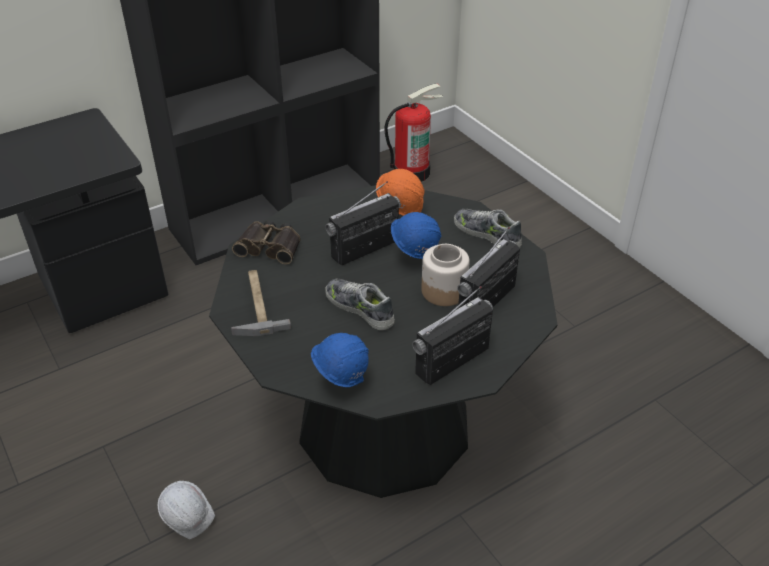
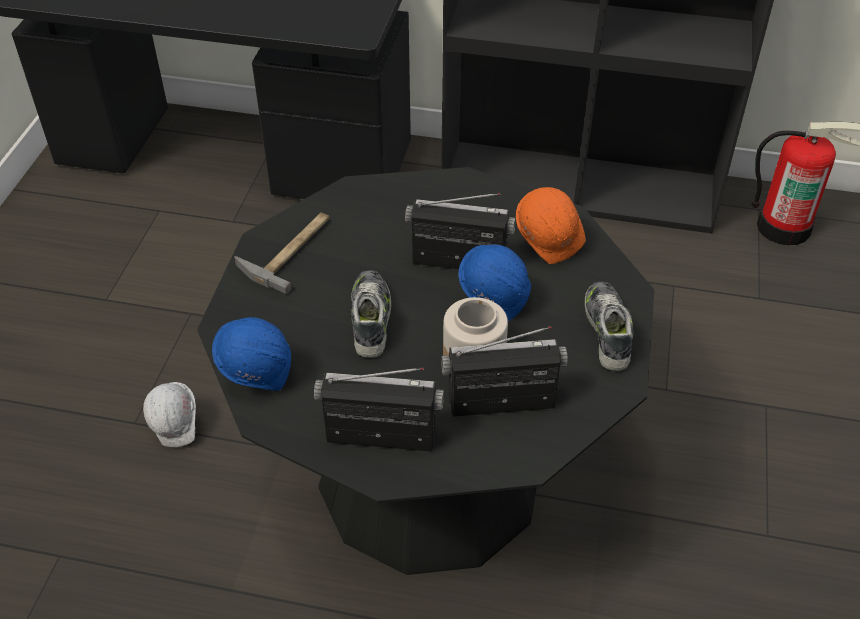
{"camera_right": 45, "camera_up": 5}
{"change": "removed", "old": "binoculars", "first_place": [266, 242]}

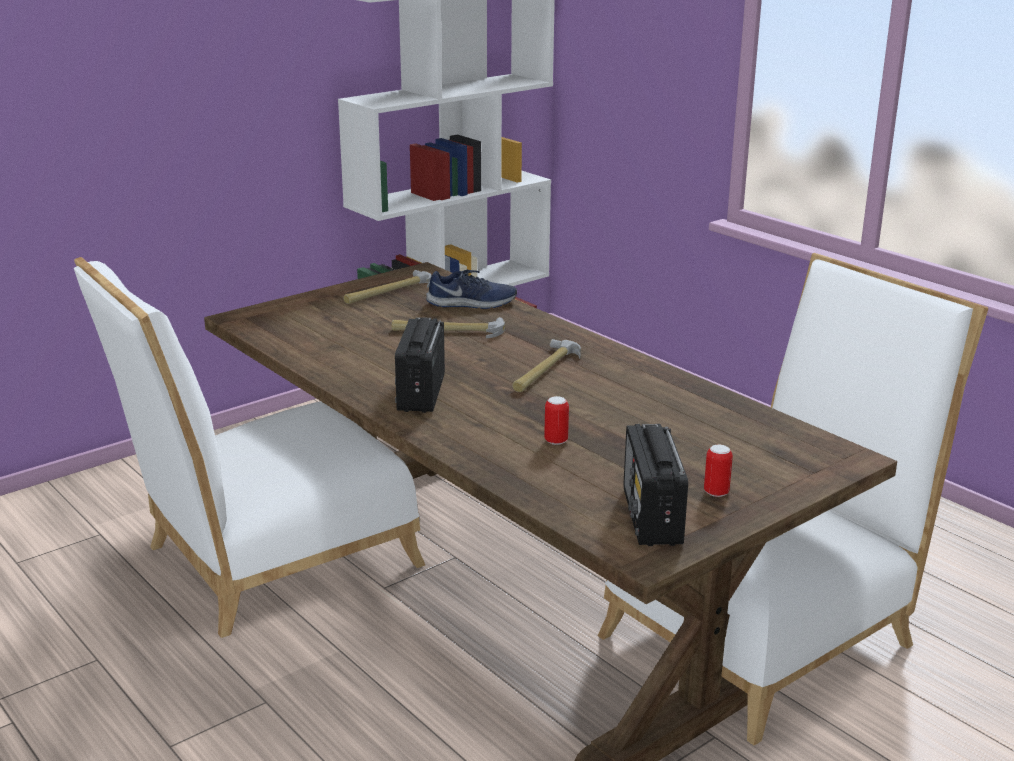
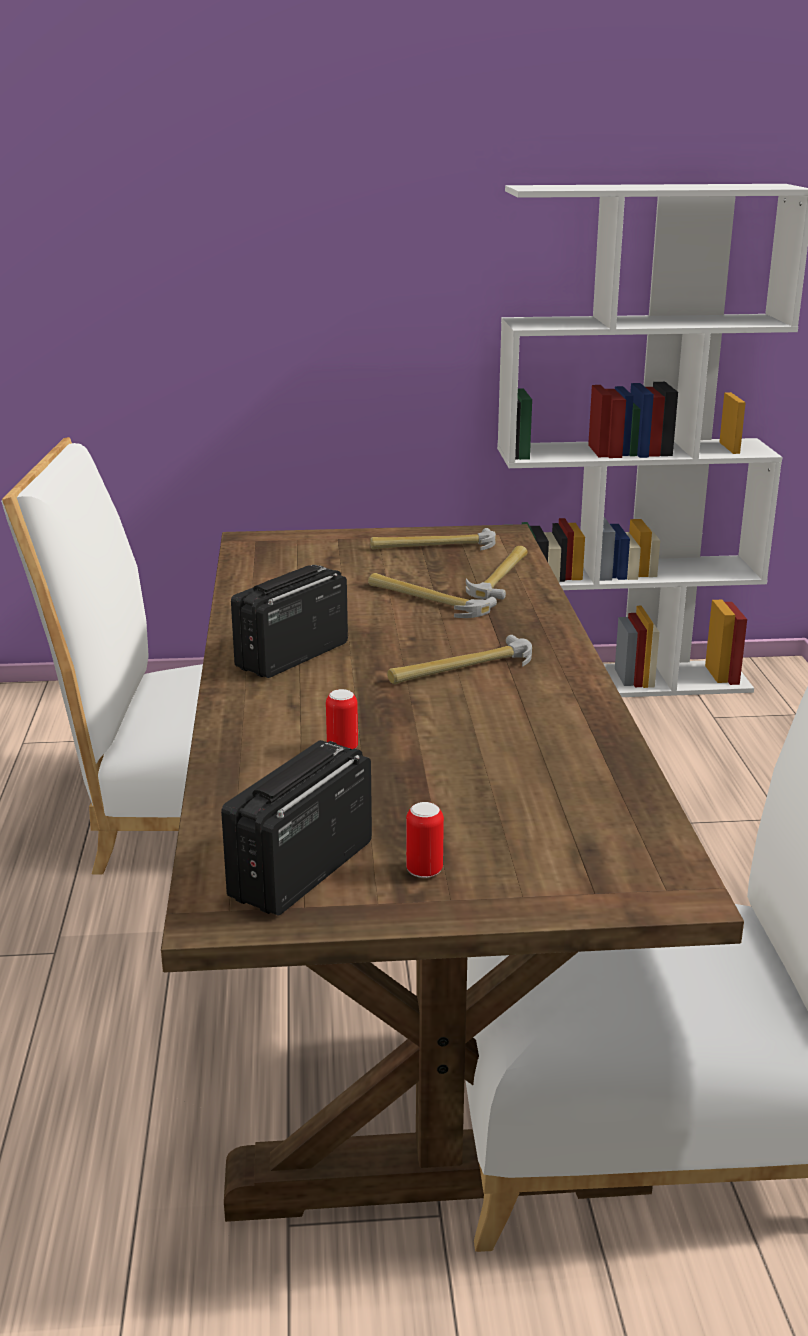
{"camera_right": 35, "camera_up": 0}
{"change": "replaced", "old": "low shoe/blue-coloured", "new": "tool hammer", "first_place": [472, 289], "second_place": [497, 573]}

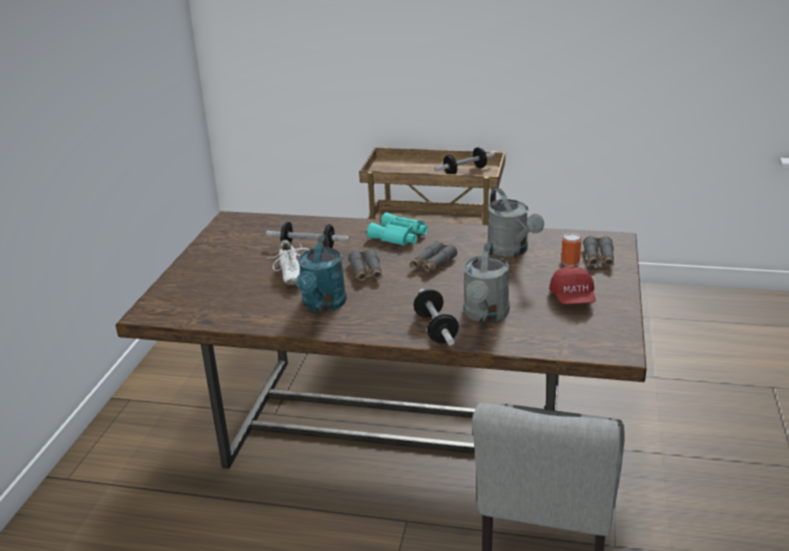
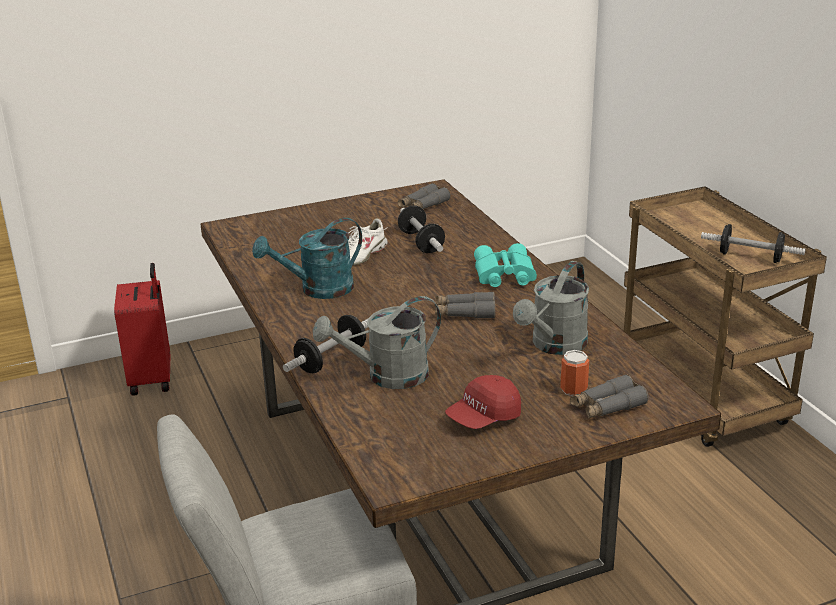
{"camera_right": 55, "camera_up": 0}
{"change": "moved", "old": "binoculars/grey", "first_place": [365, 265], "second_place": [424, 196]}
{"change": "added", "new": "travel case/reddish", "second_place": [142, 329]}

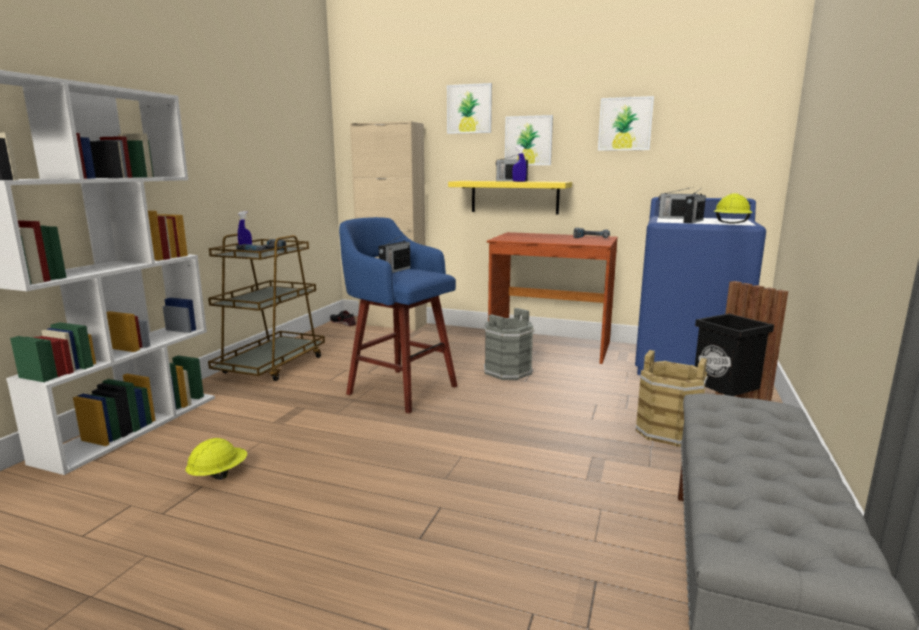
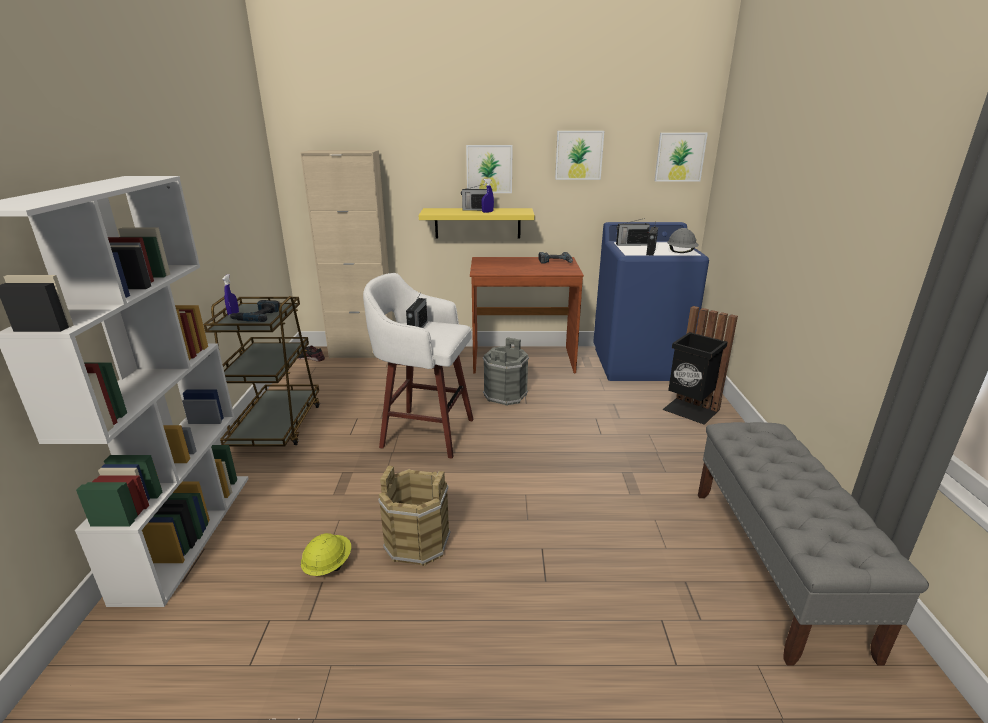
{"camera_right": -20, "camera_up": 10}
{"change": "moved", "old": "wall art", "first_place": [469, 108], "second_place": [681, 157]}
{"change": "recoloured", "old": "work helmet/yellowish", "new": "work helmet/grey", "first_place": [733, 208], "second_place": [683, 240]}
{"change": "recoloured", "old": "sitting stool/blue-coloured", "new": "sitting stool/white", "first_place": [398, 315], "second_place": [418, 366]}
{"change": "moved", "old": "pail/brown-coloured", "first_place": [672, 398], "second_place": [414, 516]}

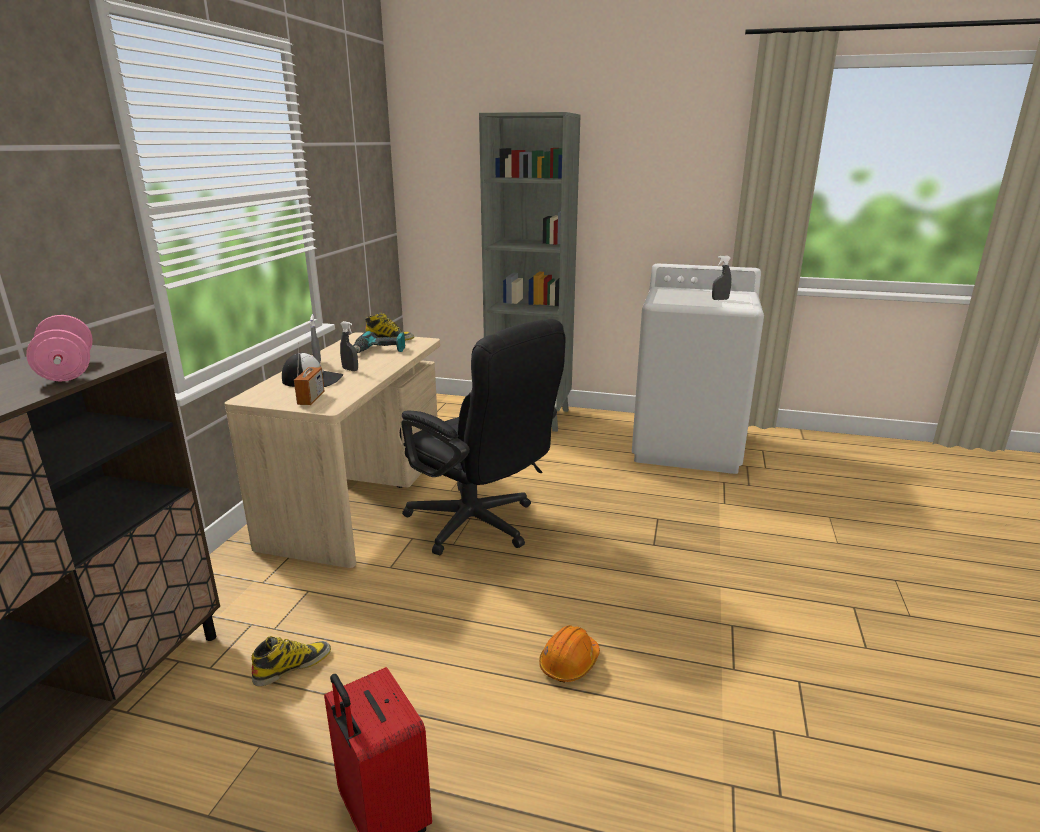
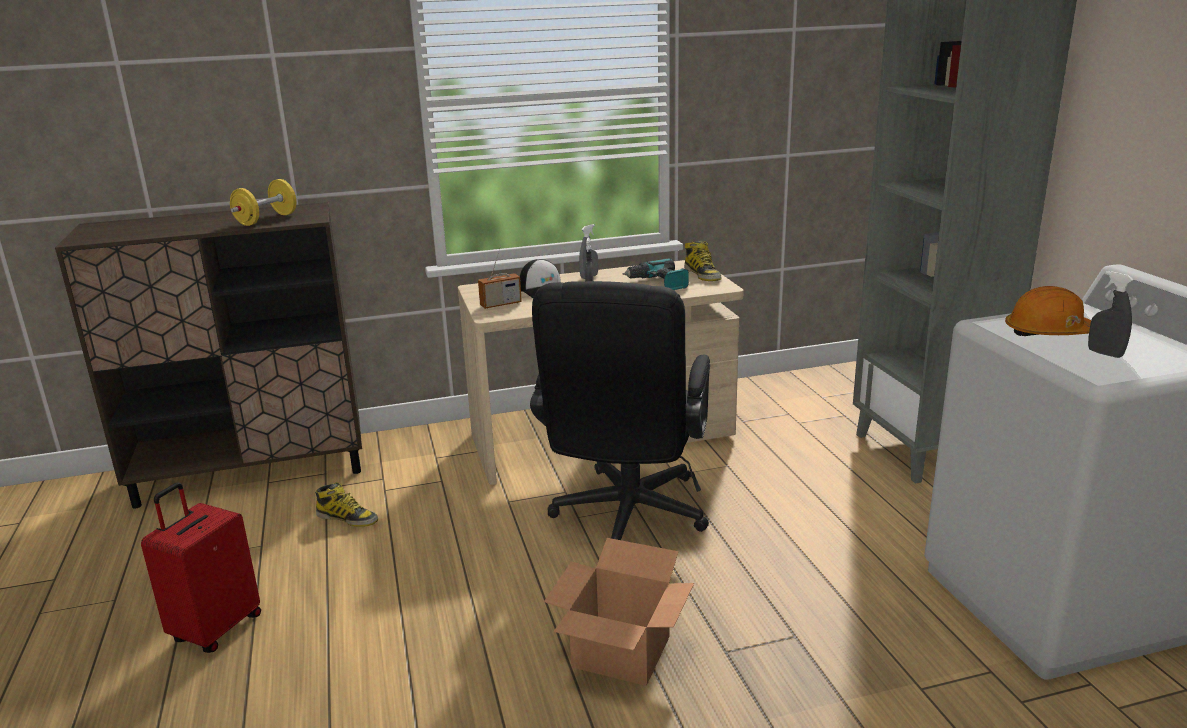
{"camera_right": 60, "camera_up": 0}
{"change": "recoloured", "old": "hand weight/pink-coloured", "new": "hand weight/yellowish", "first_place": [59, 348], "second_place": [263, 202]}
{"change": "moved", "old": "work helmet/orange", "first_place": [569, 654], "second_place": [1048, 311]}
{"change": "added", "new": "cardboard box", "second_place": [619, 612]}

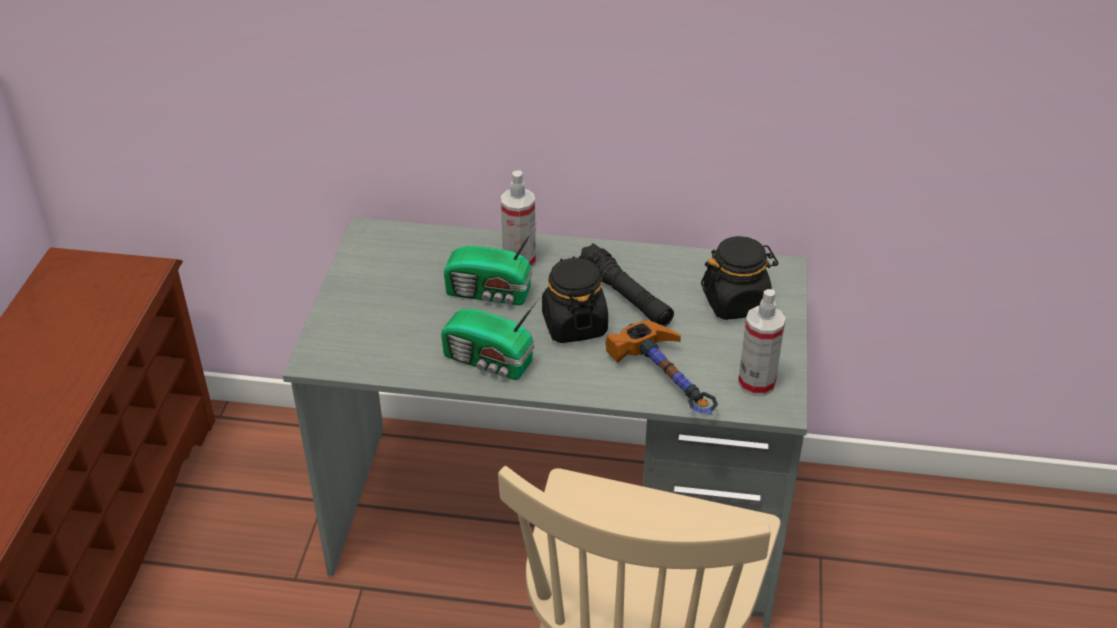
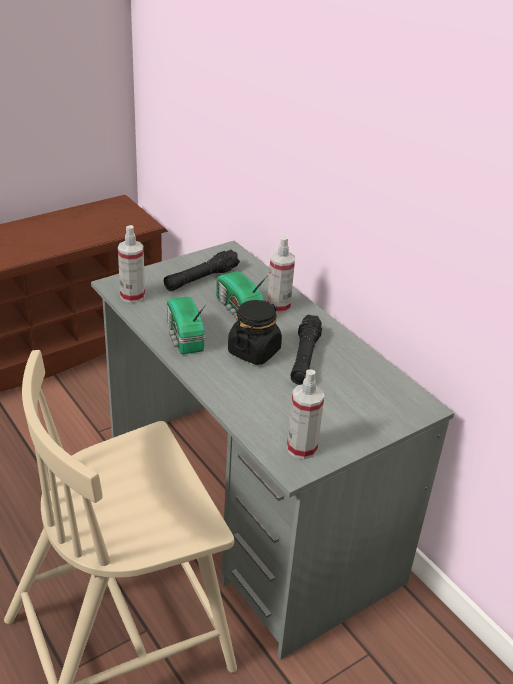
{"camera_right": 45, "camera_up": -5}
{"change": "removed", "old": "jar/blackish", "first_place": [740, 278]}
{"change": "removed", "old": "tool hammer", "first_place": [662, 368]}
{"change": "added", "new": "sprayer", "second_place": [131, 264]}
{"change": "added", "new": "torch/blackish", "second_place": [202, 270]}

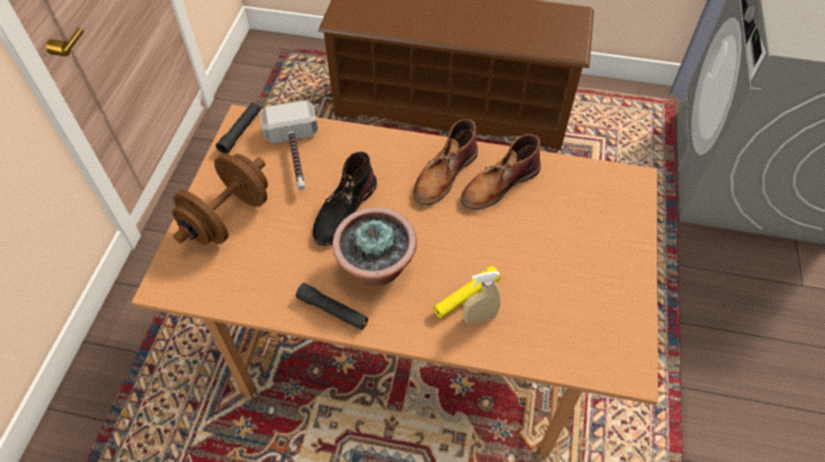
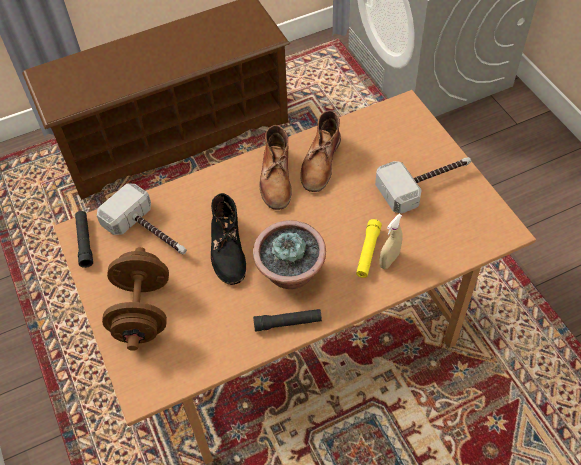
{"camera_right": -35, "camera_up": 0}
{"change": "added", "new": "tool hammer", "second_place": [423, 185]}

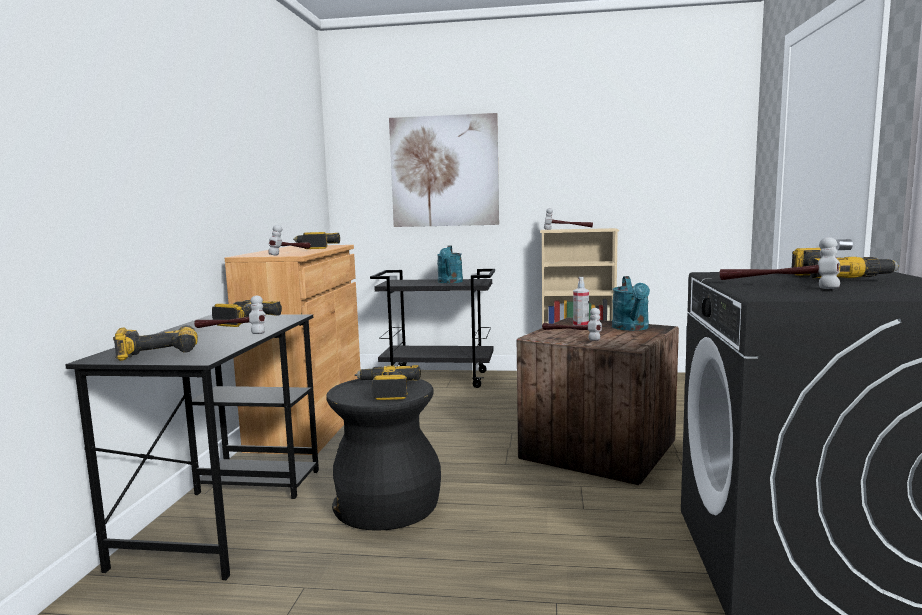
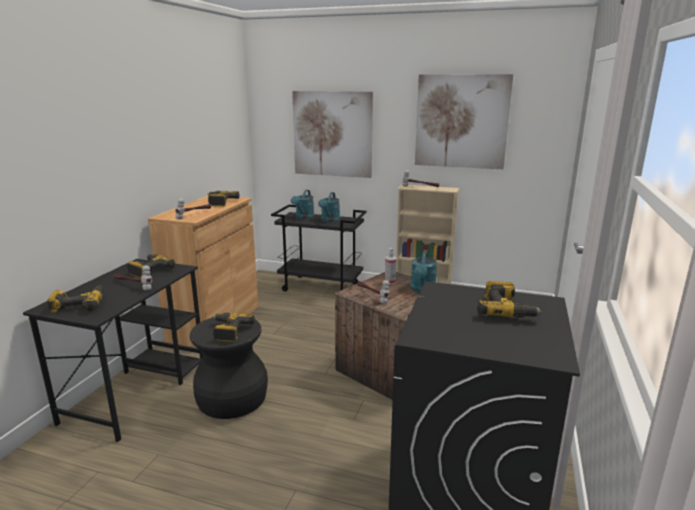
{"camera_right": 10, "camera_up": 10}
{"change": "removed", "old": "tool hammer", "first_place": [779, 263]}
{"change": "added", "new": "wall art", "second_place": [464, 121]}
{"change": "added", "new": "sprinkling can/turquoise", "second_place": [302, 204]}

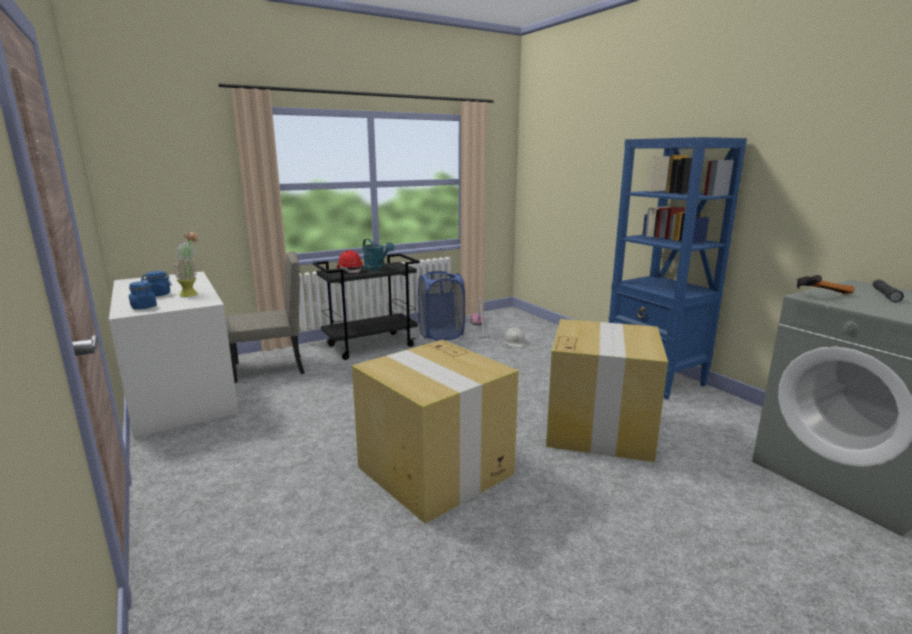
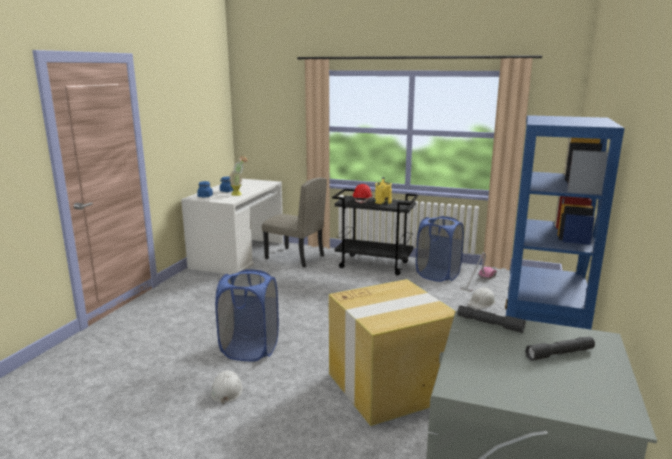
{"camera_right": 50, "camera_up": 0}
{"change": "recoloured", "old": "sprinkling can/turquoise", "new": "sprinkling can/yellowish", "first_place": [378, 254], "second_place": [383, 190]}
{"change": "replaced", "old": "tool hammer", "new": "torch/grey", "first_place": [826, 284], "second_place": [491, 319]}
{"change": "replaced", "old": "cardboard box", "new": "hamper/blue-coloured", "first_place": [435, 432], "second_place": [247, 315]}
{"change": "added", "new": "work helmet/white", "second_place": [227, 387]}

